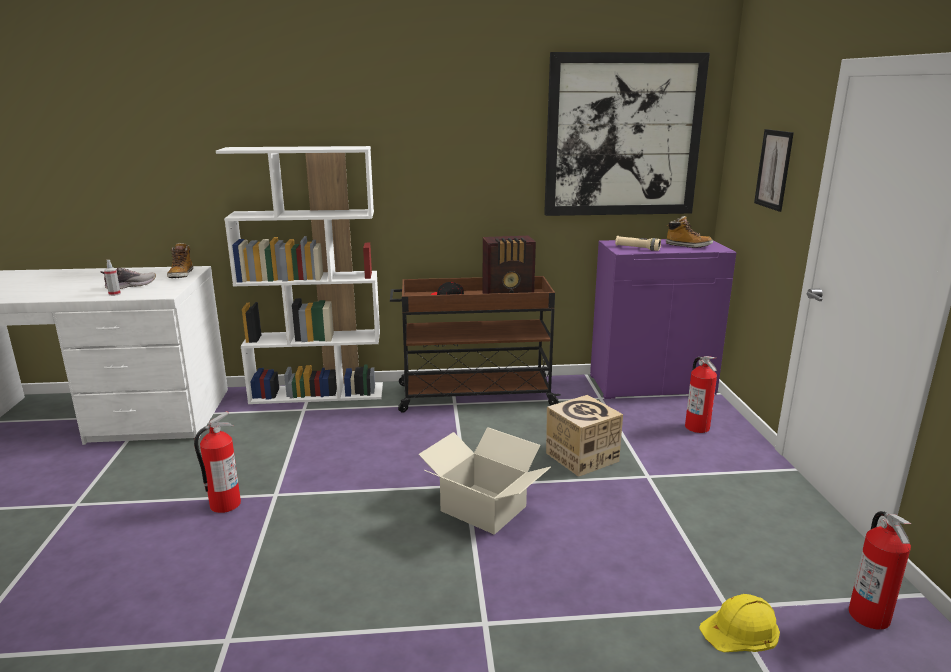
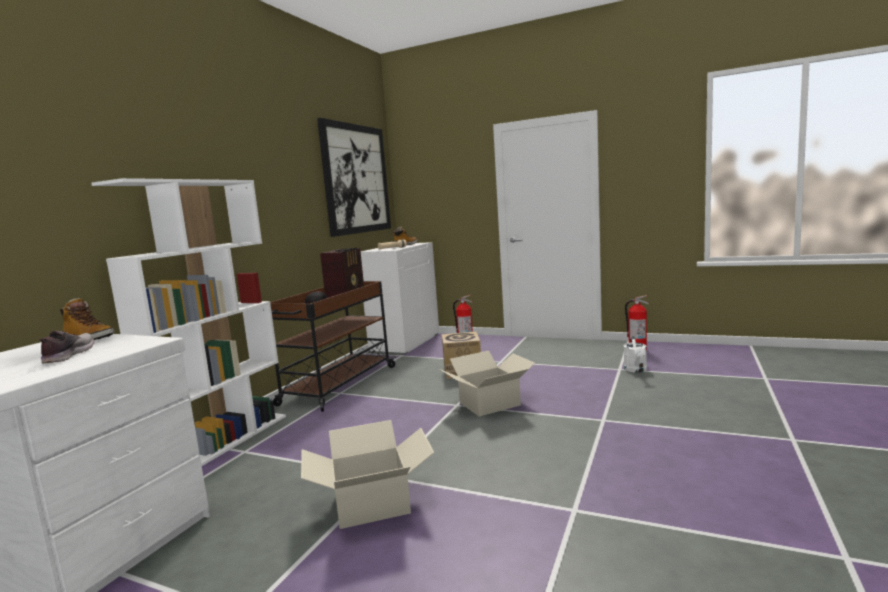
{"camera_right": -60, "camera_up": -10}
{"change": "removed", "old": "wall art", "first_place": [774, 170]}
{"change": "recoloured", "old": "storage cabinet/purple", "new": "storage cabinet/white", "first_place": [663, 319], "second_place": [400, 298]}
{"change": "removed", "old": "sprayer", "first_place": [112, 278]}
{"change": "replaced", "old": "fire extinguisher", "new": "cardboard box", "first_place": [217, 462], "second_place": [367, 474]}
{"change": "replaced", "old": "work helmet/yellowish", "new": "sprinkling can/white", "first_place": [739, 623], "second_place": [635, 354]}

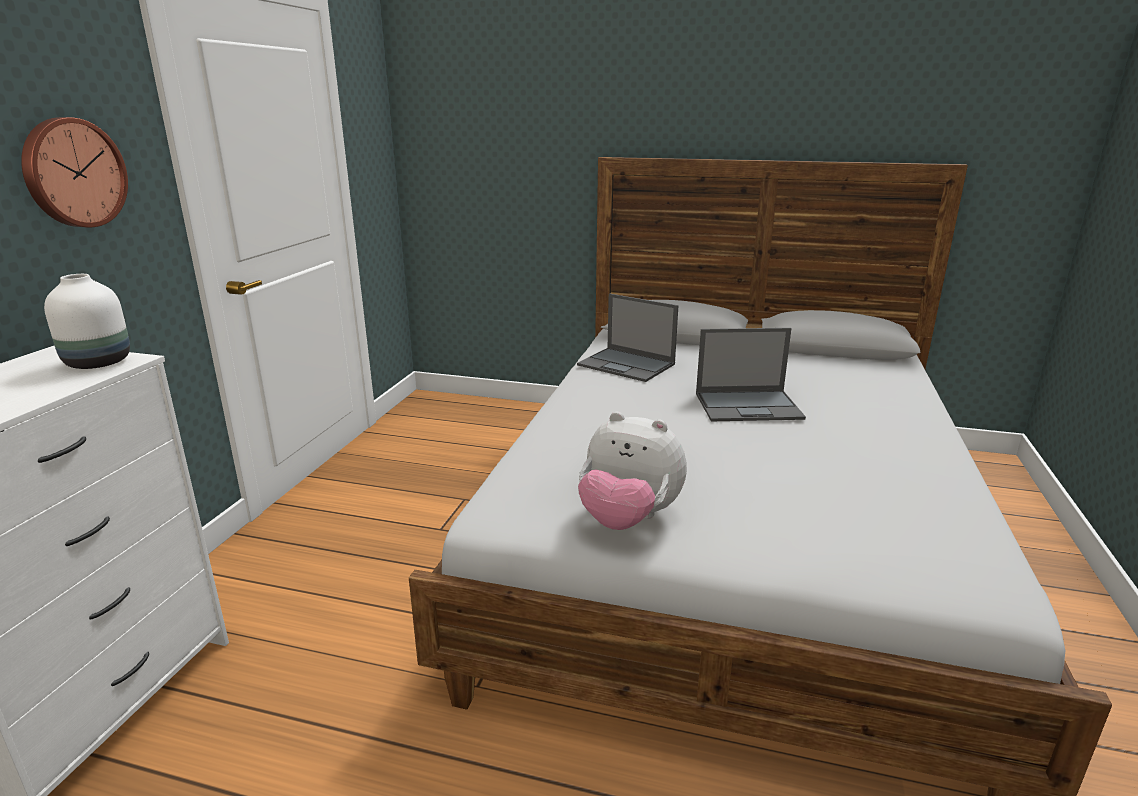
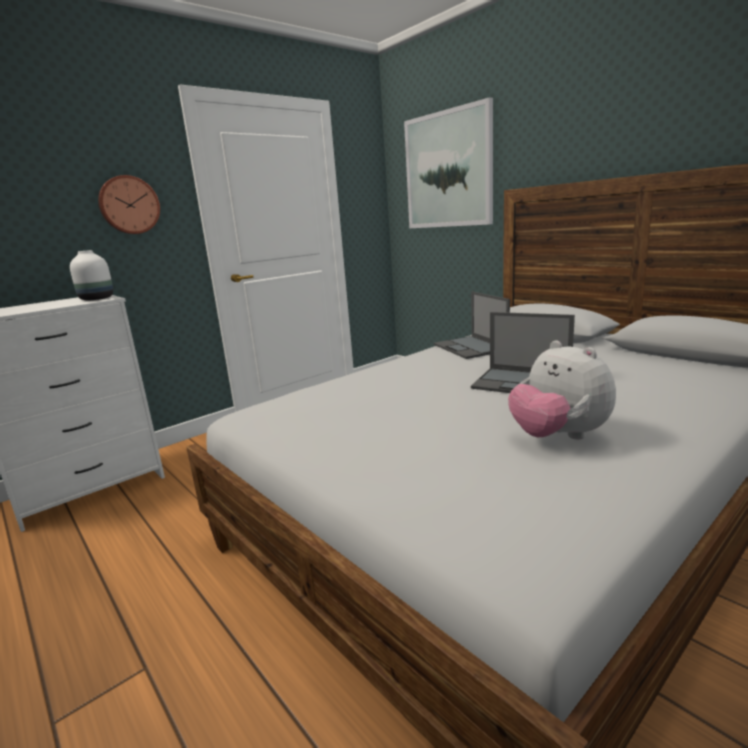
{"camera_right": 35, "camera_up": -5}
{"change": "moved", "old": "cuddly toy", "first_place": [632, 471], "second_place": [562, 390]}
{"change": "added", "new": "wall art", "second_place": [448, 162]}

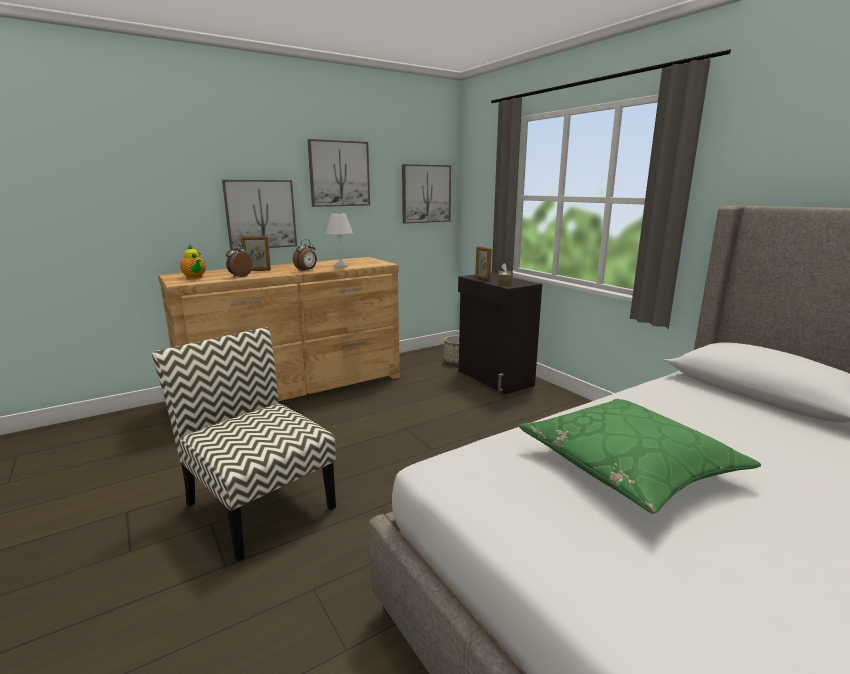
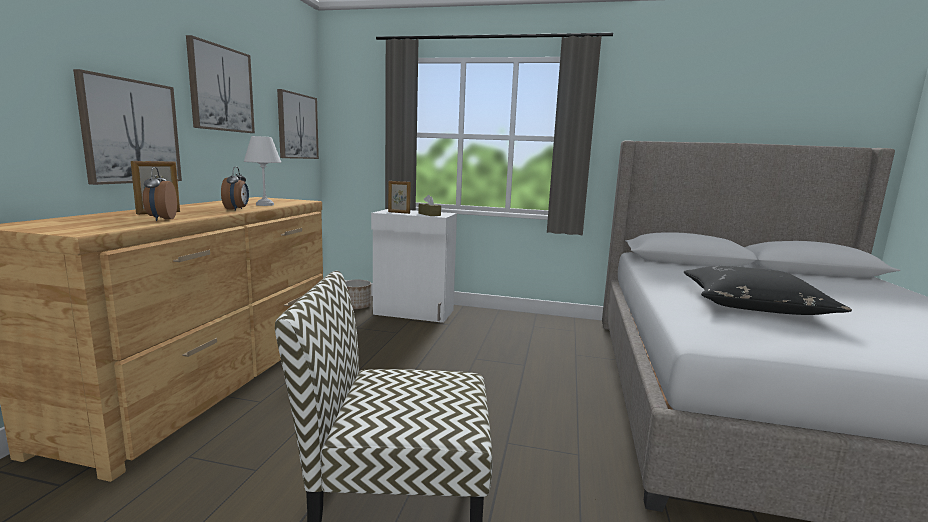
{"camera_right": -45, "camera_up": -5}
{"change": "removed", "old": "tea pot", "first_place": [193, 261]}
{"change": "recoloured", "old": "storage cabinet/blackish", "new": "storage cabinet/white", "first_place": [500, 334], "second_place": [414, 266]}
{"change": "recoloured", "old": "throw pillow/green-coloured", "new": "throw pillow/blackish", "first_place": [640, 456], "second_place": [768, 290]}

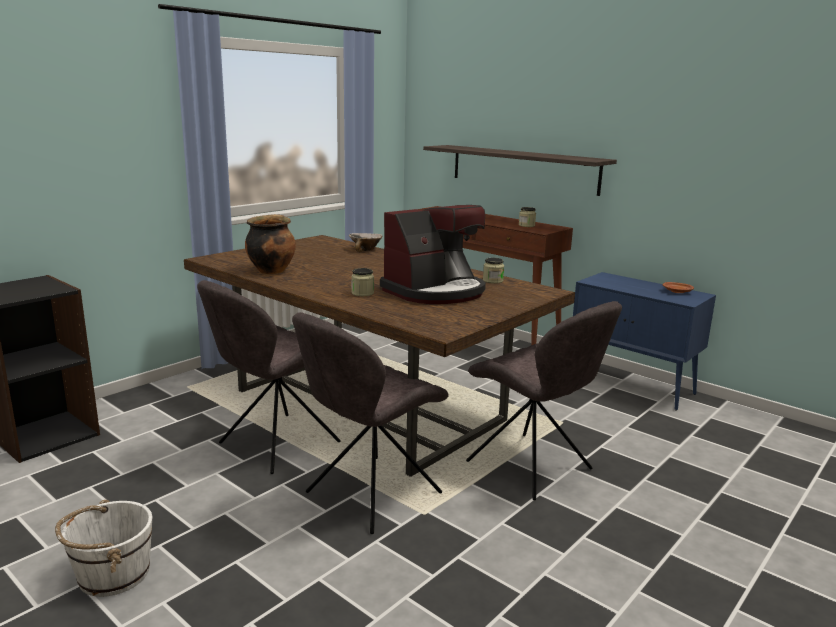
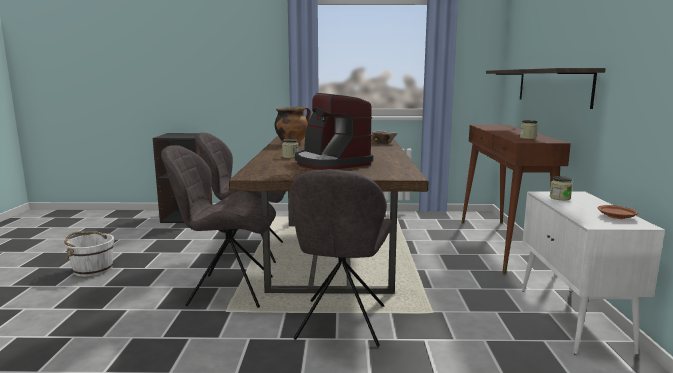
{"camera_right": 50, "camera_up": -5}
{"change": "turned", "old": "coffee machine", "first_place": [433, 254], "second_place": [334, 131], "degrees": 45}
{"change": "moved", "old": "jar", "first_place": [493, 271], "second_place": [561, 188]}
{"change": "recoloured", "old": "storage cabinet/blue-coloured", "new": "storage cabinet/white", "first_place": [644, 341], "second_place": [593, 273]}

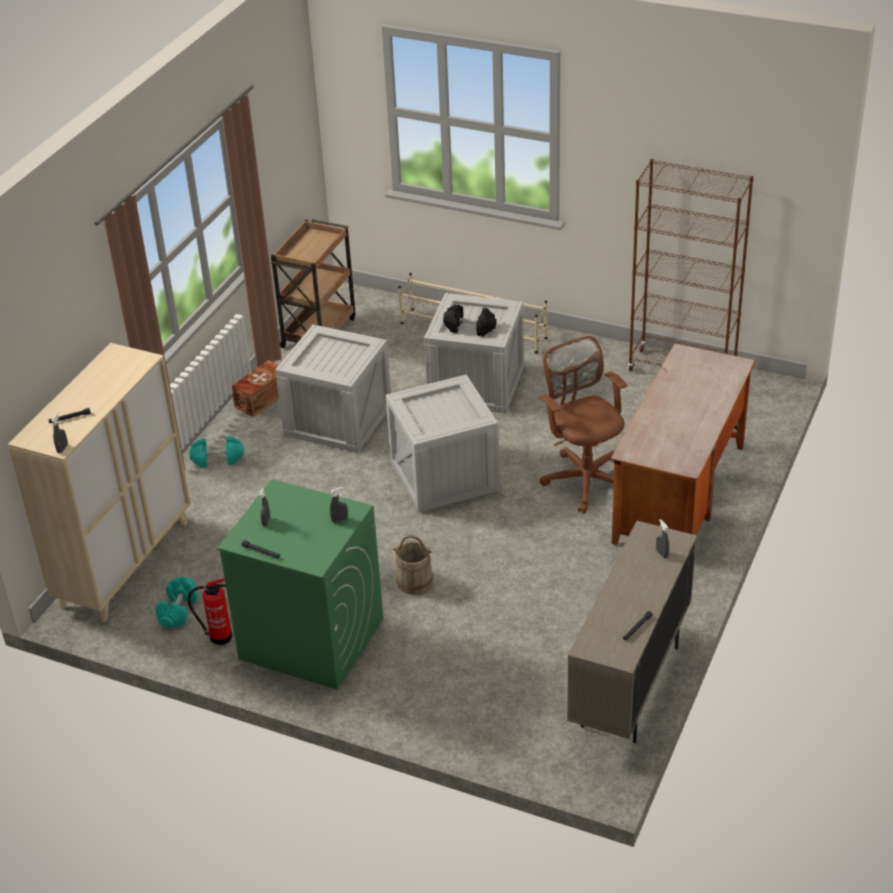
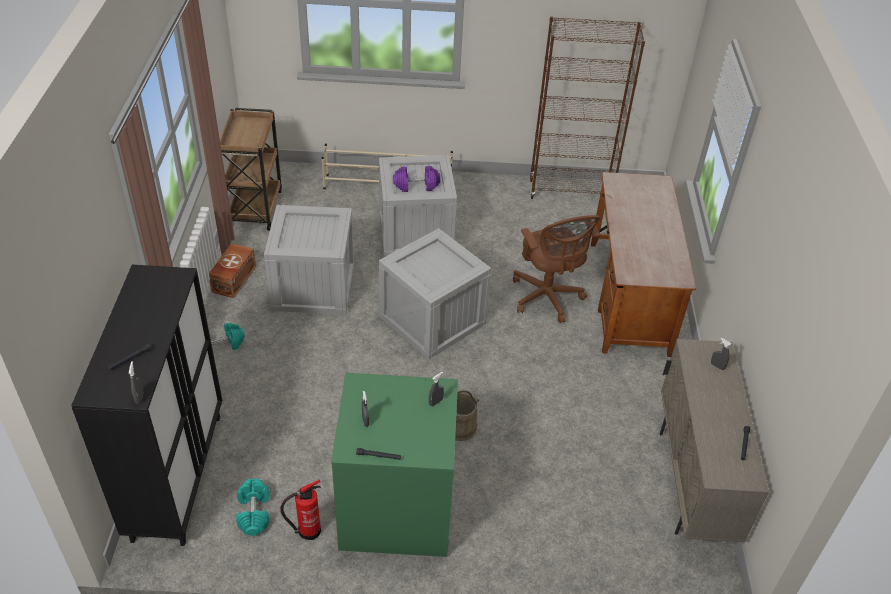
{"camera_right": -25, "camera_up": 5}
{"change": "recoloured", "old": "hand weight/blackish", "new": "hand weight/purple", "first_place": [469, 320], "second_place": [416, 179]}
{"change": "turned", "old": "office chair/brown-coloured", "first_place": [583, 425], "second_place": [557, 269], "degrees": -150}
{"change": "recoloured", "old": "storage cabinet/sand-coloured", "new": "storage cabinet/blackish", "first_place": [99, 483], "second_place": [146, 405]}

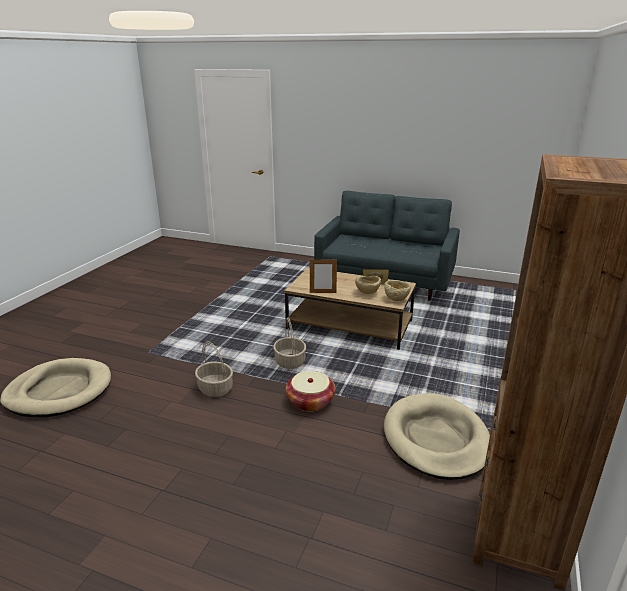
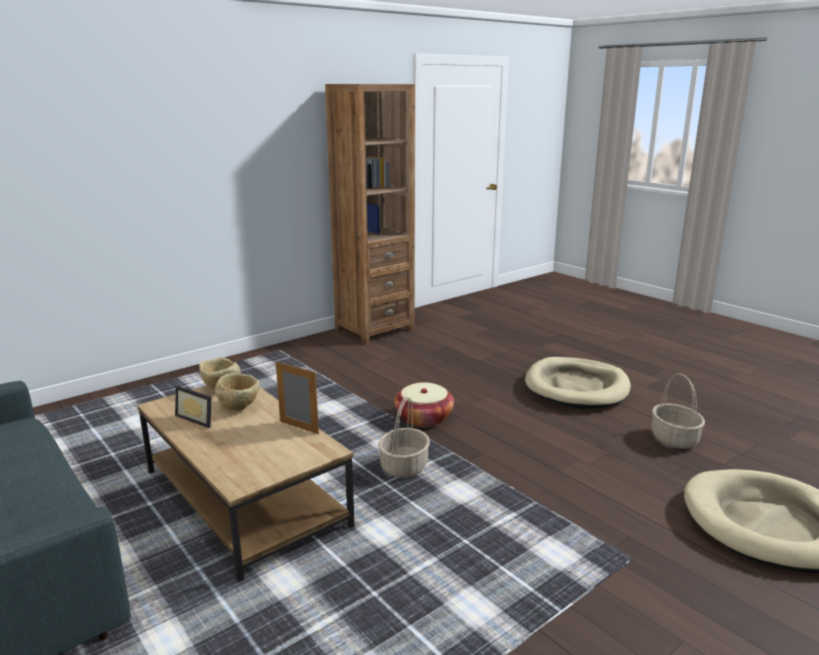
{"camera_right": -150, "camera_up": -5}
{"change": "moved", "old": "storage basket", "first_place": [214, 369], "second_place": [678, 411]}
{"change": "moved", "old": "dog cushion/sand-coloured", "first_place": [437, 436], "second_place": [578, 383]}

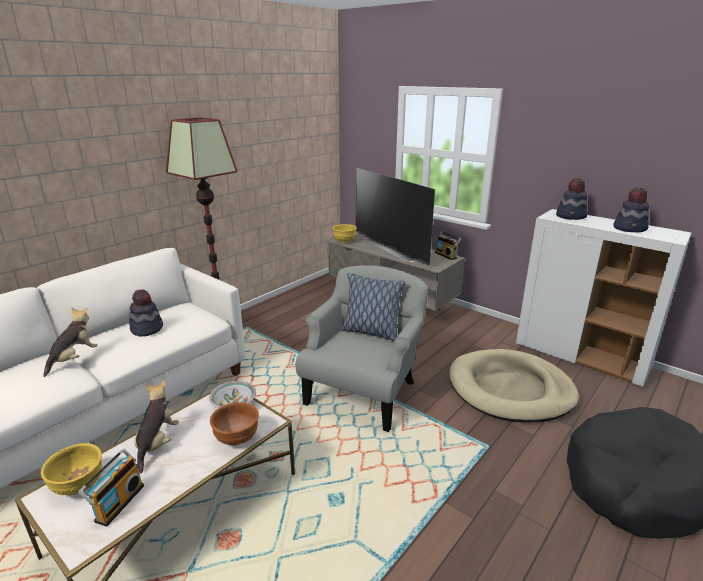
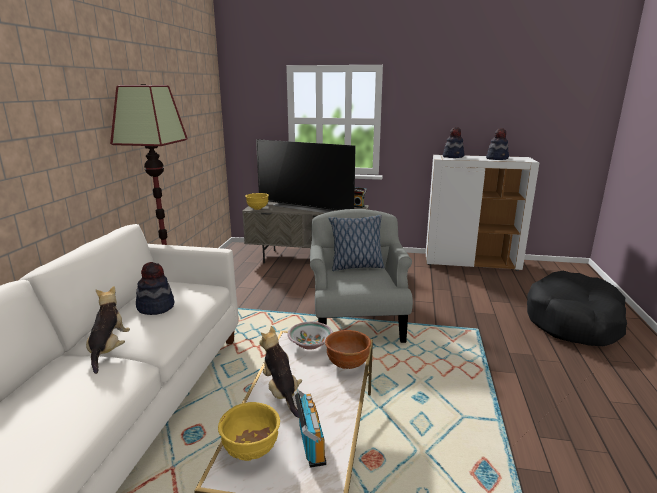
{"camera_right": -30, "camera_up": -5}
{"change": "removed", "old": "dog cushion/sand-coloured", "first_place": [514, 385]}

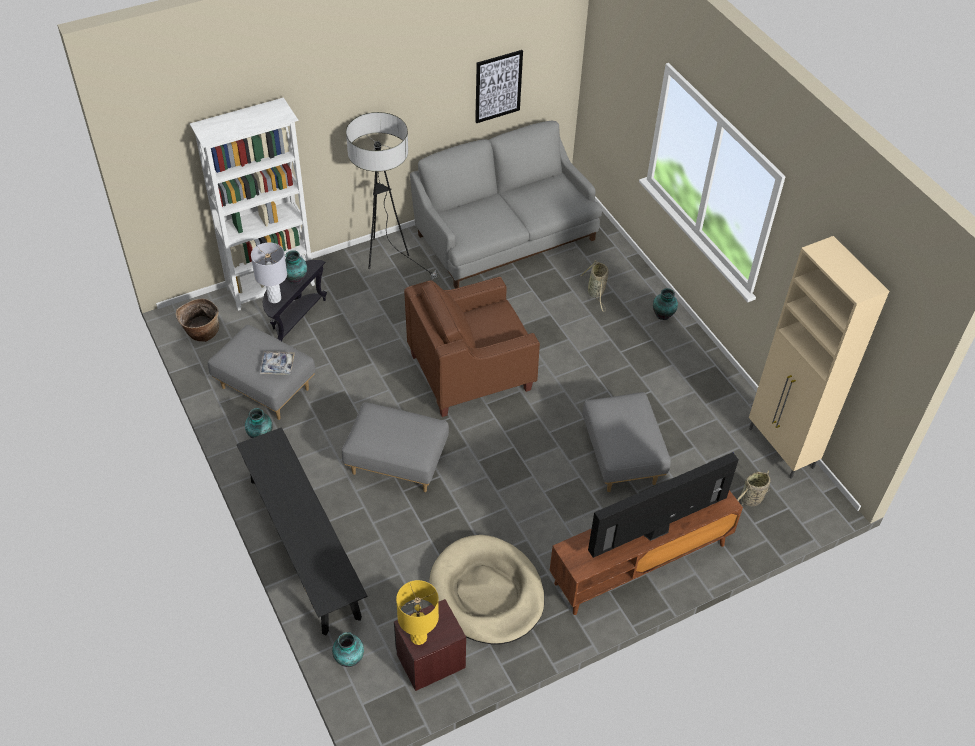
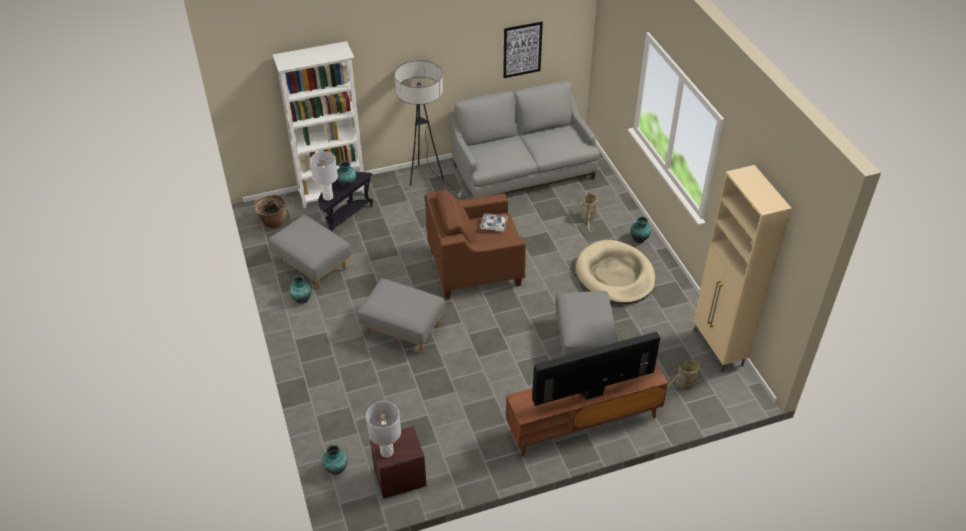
{"camera_right": 10, "camera_up": -5}
{"change": "moved", "old": "tray", "first_place": [277, 363], "second_place": [494, 222]}
{"change": "removed", "old": "bench/blackish", "first_place": [302, 531]}
{"change": "moved", "old": "dog cushion/sand-coloured", "first_place": [486, 589], "second_place": [616, 272]}
{"change": "recoloured", "old": "lamp for a table/yellowish", "new": "lamp for a table/grey", "first_place": [417, 612], "second_place": [383, 429]}

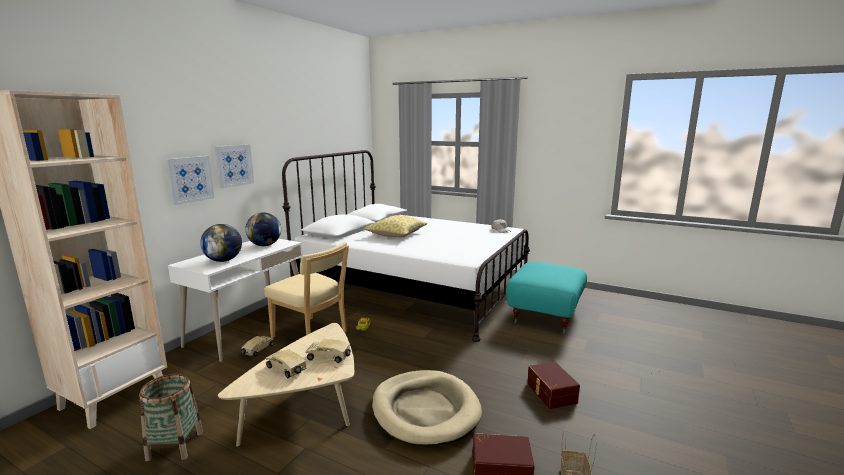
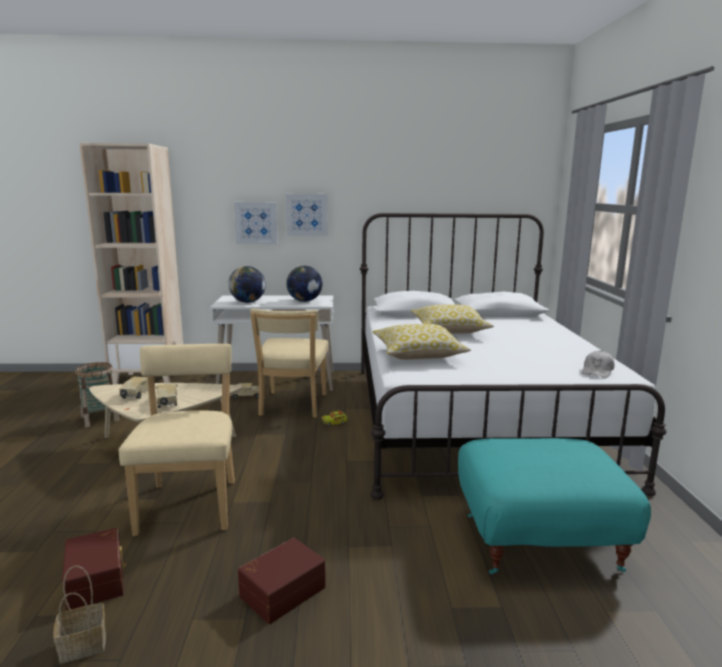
{"camera_right": 60, "camera_up": 0}
{"change": "replaced", "old": "dog cushion/sand-coloured", "new": "chair/sand-coloured", "first_place": [427, 408], "second_place": [177, 440]}
{"change": "added", "new": "throw pillow", "second_place": [422, 342]}

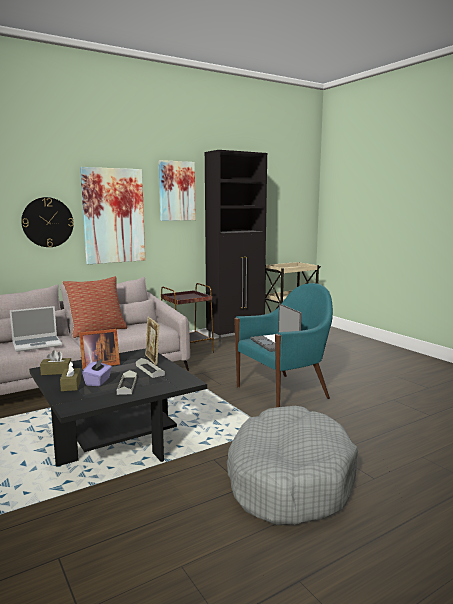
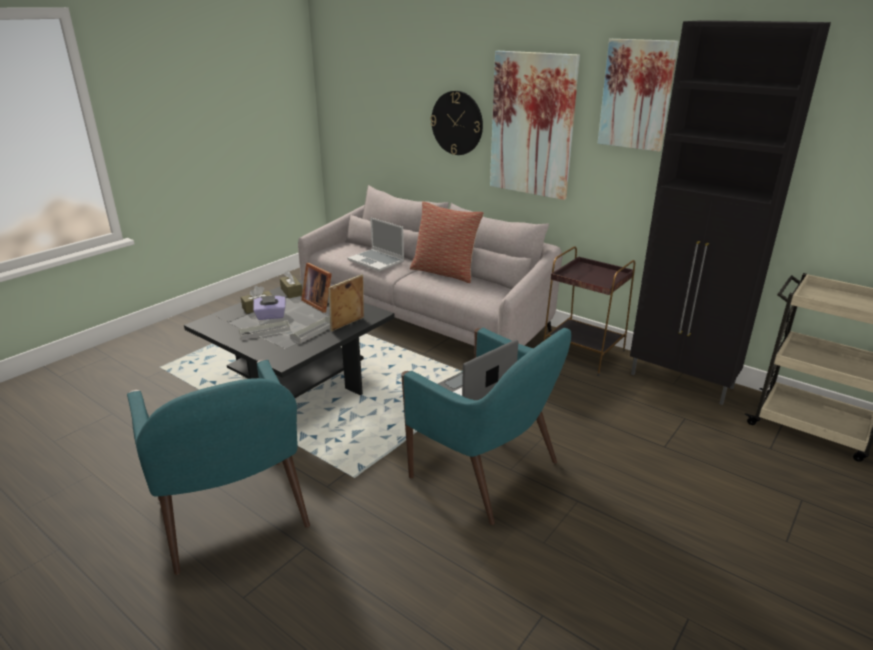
{"camera_right": 70, "camera_up": 15}
{"change": "replaced", "old": "dog cushion/grey", "new": "lounge chair/turquoise", "first_place": [292, 465], "second_place": [218, 467]}

